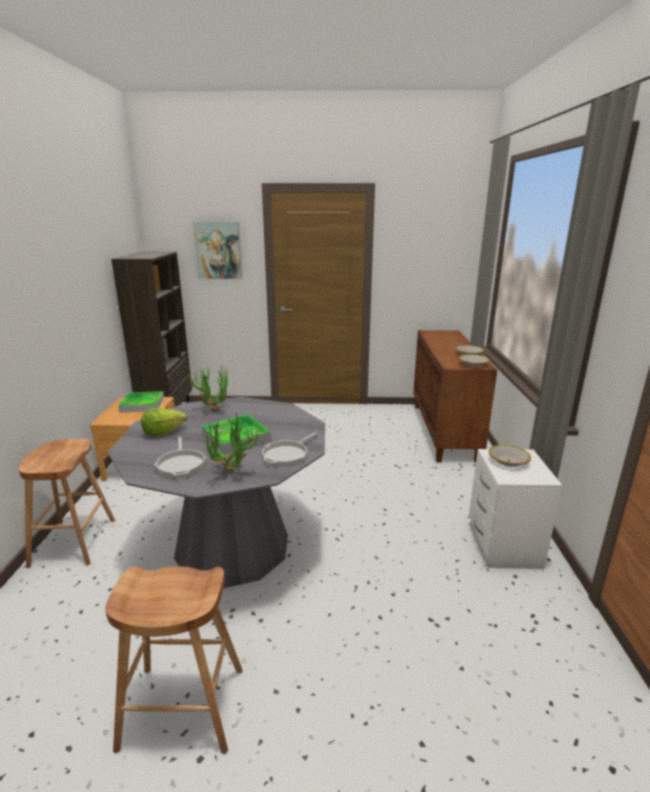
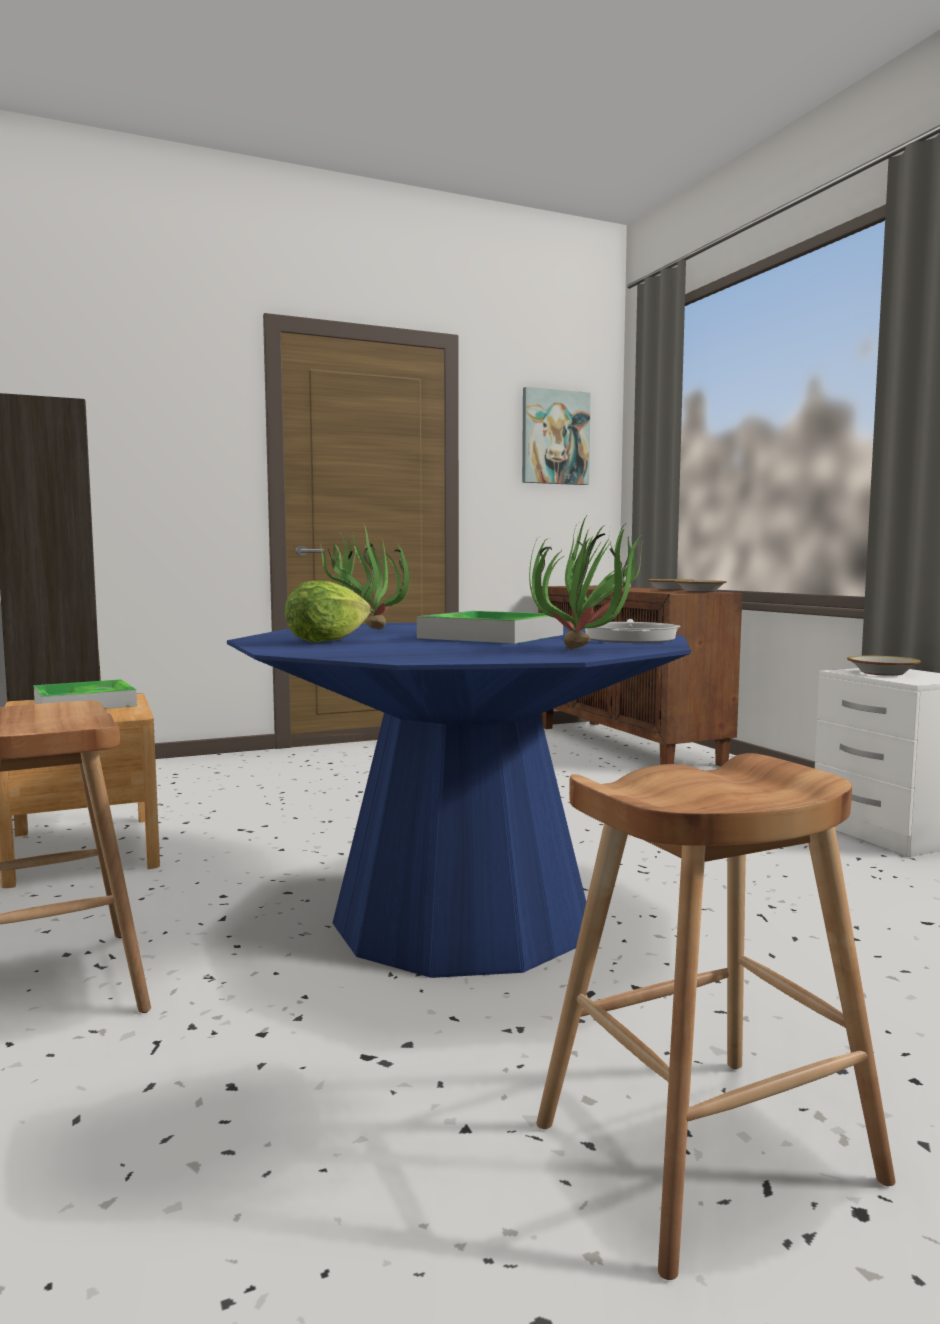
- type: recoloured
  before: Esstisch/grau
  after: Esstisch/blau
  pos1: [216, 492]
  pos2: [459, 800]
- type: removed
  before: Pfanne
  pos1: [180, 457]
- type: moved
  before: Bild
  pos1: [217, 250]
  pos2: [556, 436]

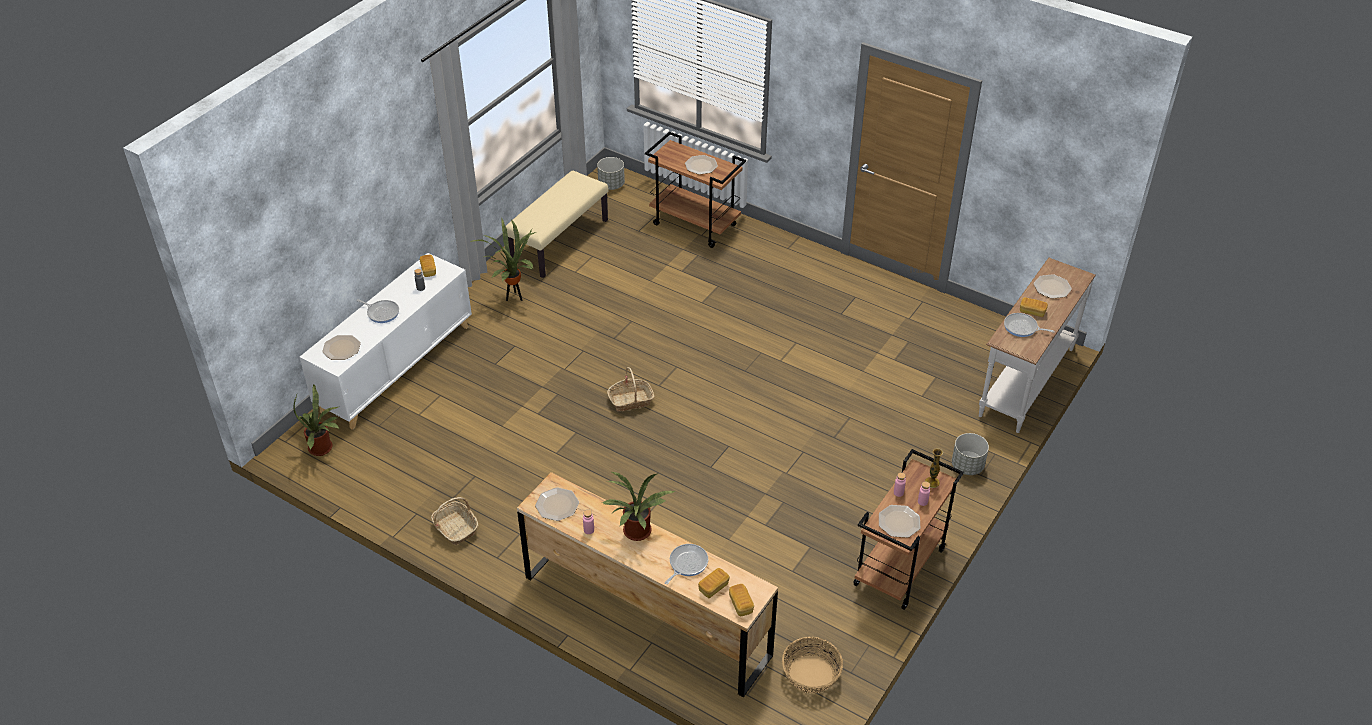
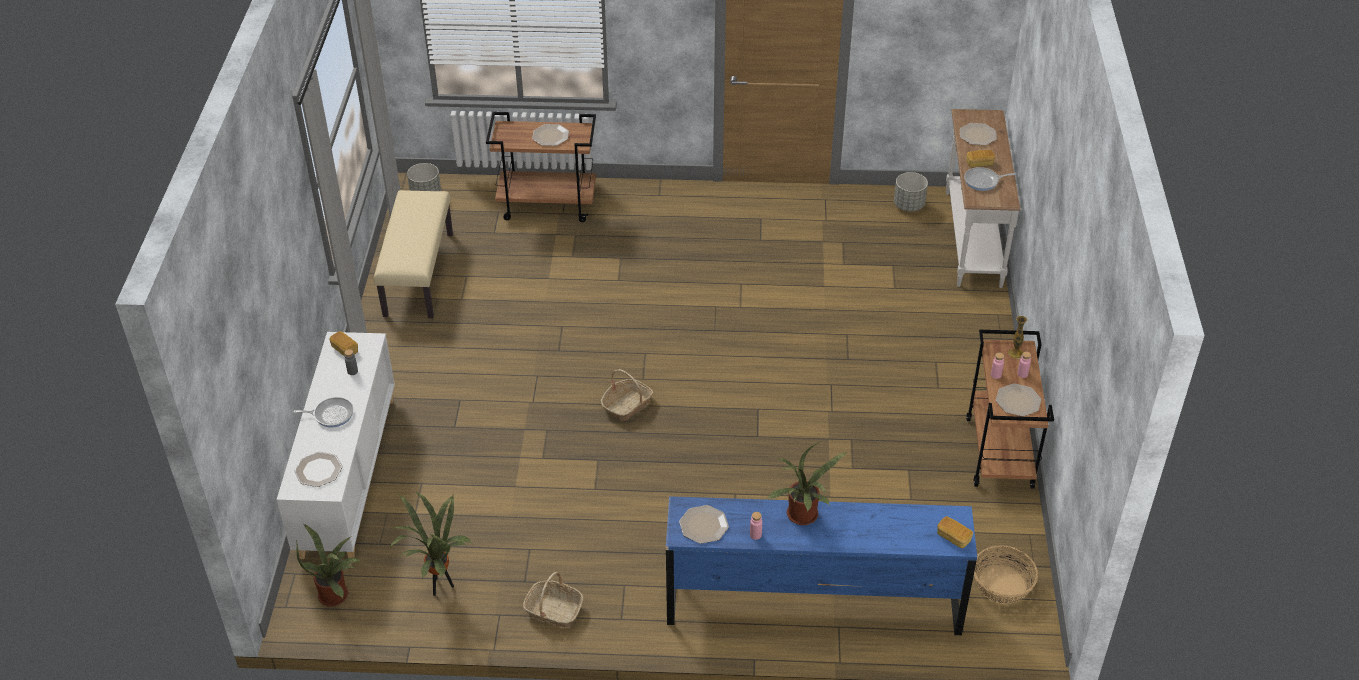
- type: moved
  before: Topfpflanze
  pos1: [503, 259]
  pos2: [431, 543]
- type: recoloured
  before: Kommode/braun
  after: Kommode/blau
  pos1: [647, 584]
  pos2: [821, 565]
- type: removed
  before: Pfanne
  pos1: [686, 564]
- type: removed
  before: Brot
  pos1: [714, 583]
- type: moved
  before: Pflanzkübel/grau
  pos1: [970, 454]
  pos2: [911, 191]

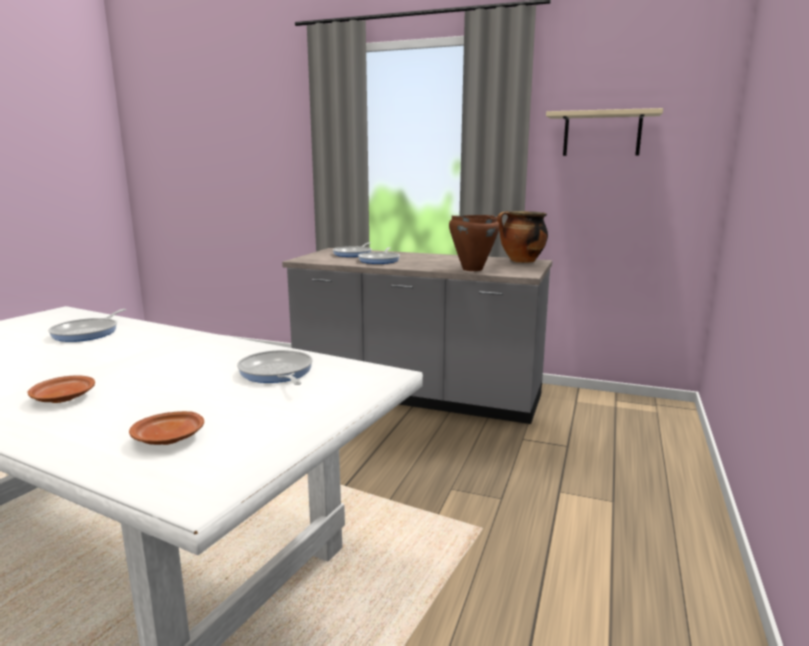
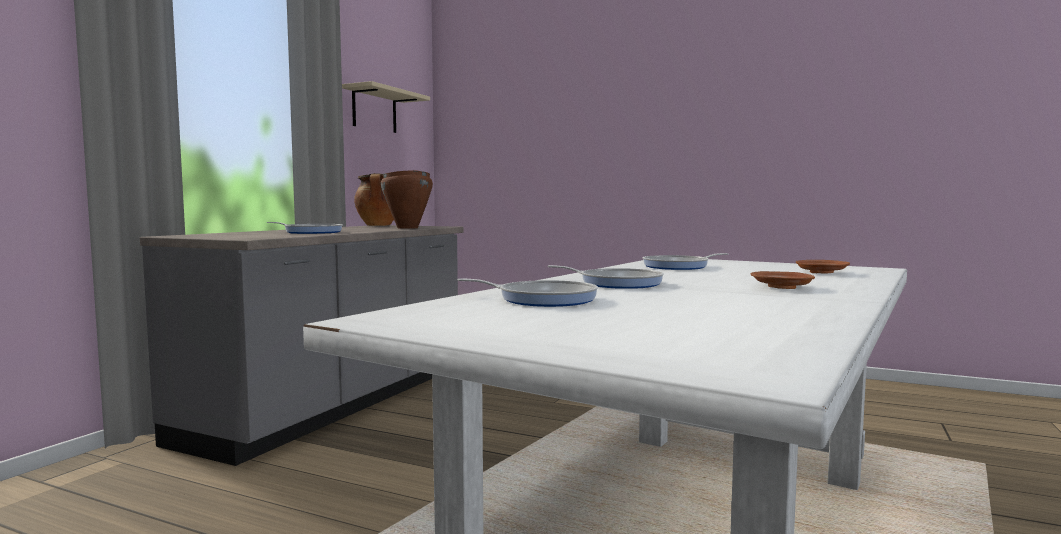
- type: moved
  before: Pfanne
  pos1: [352, 250]
  pos2: [606, 277]

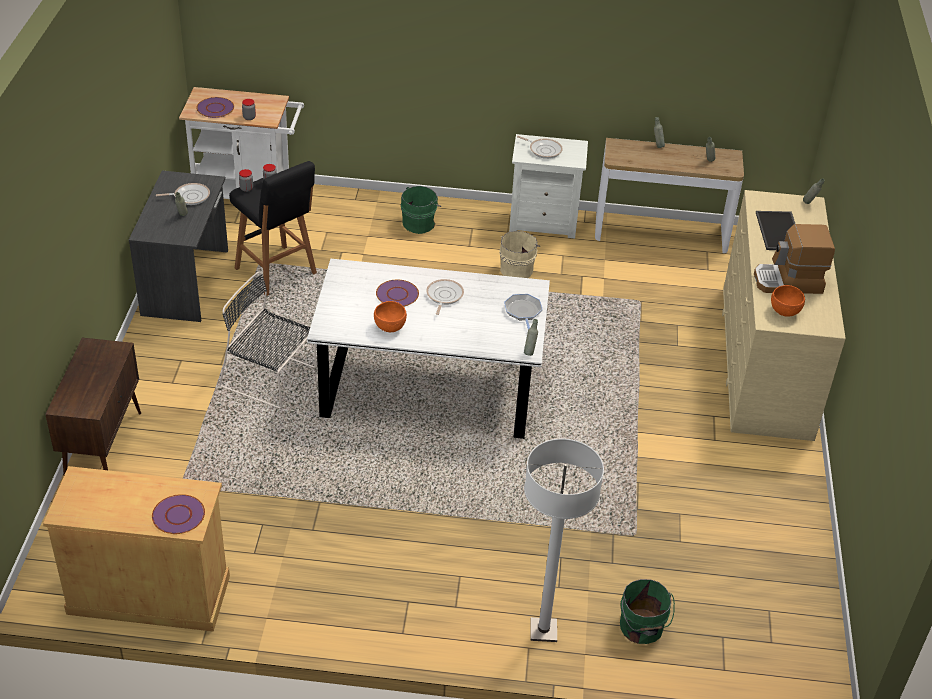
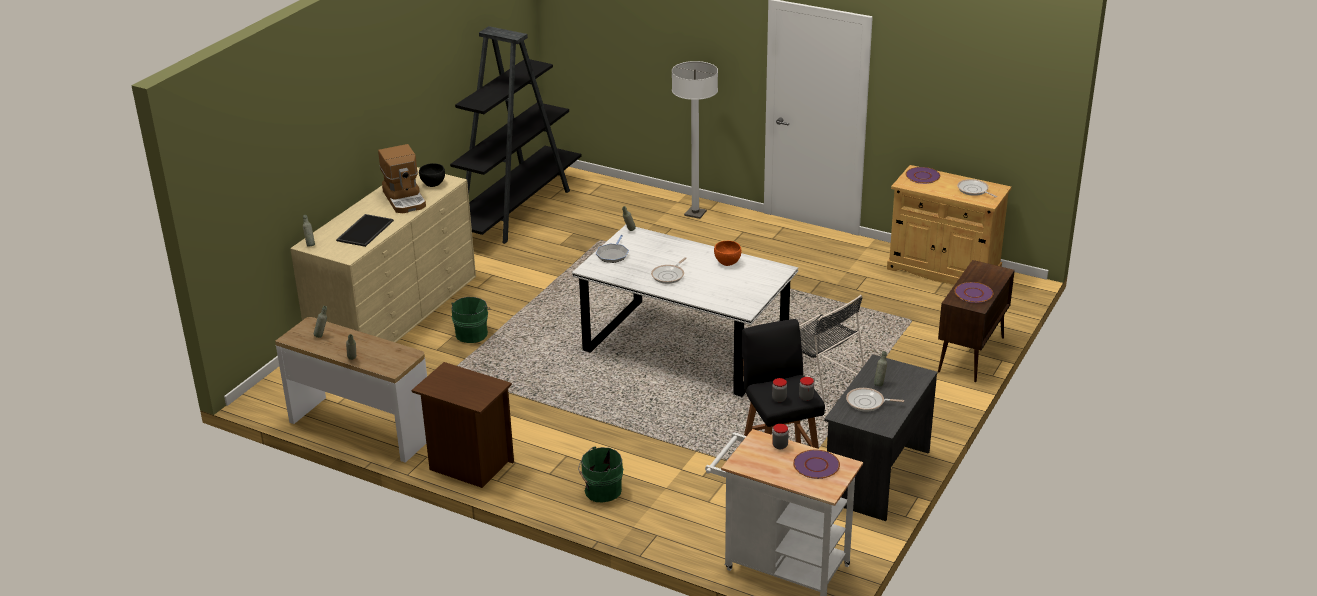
- type: moved
  before: Teller/lila
  pos1: [397, 293]
  pos2: [974, 292]
- type: removed
  before: Eimer/beige
  pos1: [520, 254]
- type: recoloured
  before: Nachttisch/weiß
  after: Nachttisch/braun
  pos1: [548, 186]
  pos2: [463, 425]
- type: moved
  before: Pfanne
  pos1: [540, 147]
  pos2: [977, 188]
- type: moved
  before: Eimer/grün
  pos1: [647, 611]
  pos2: [470, 320]
- type: turned
  before: Kaffeemaschine
  pos1: [794, 259]
  pos2: [402, 178]
  turn: 45
- type: recoloured
  before: Schüssel/orange
  after: Schüssel/schwarz
  pos1: [788, 301]
  pos2: [432, 175]
- type: added
  after: Bücherregal/schwarz
  pos2: [515, 135]

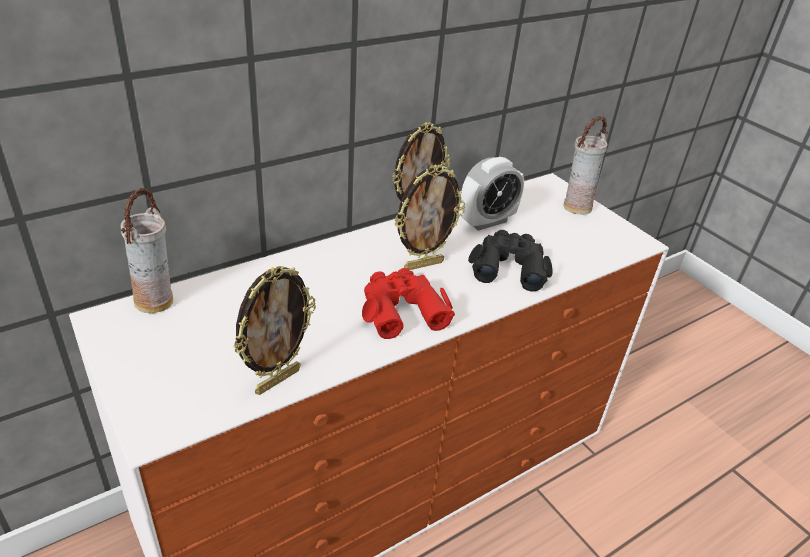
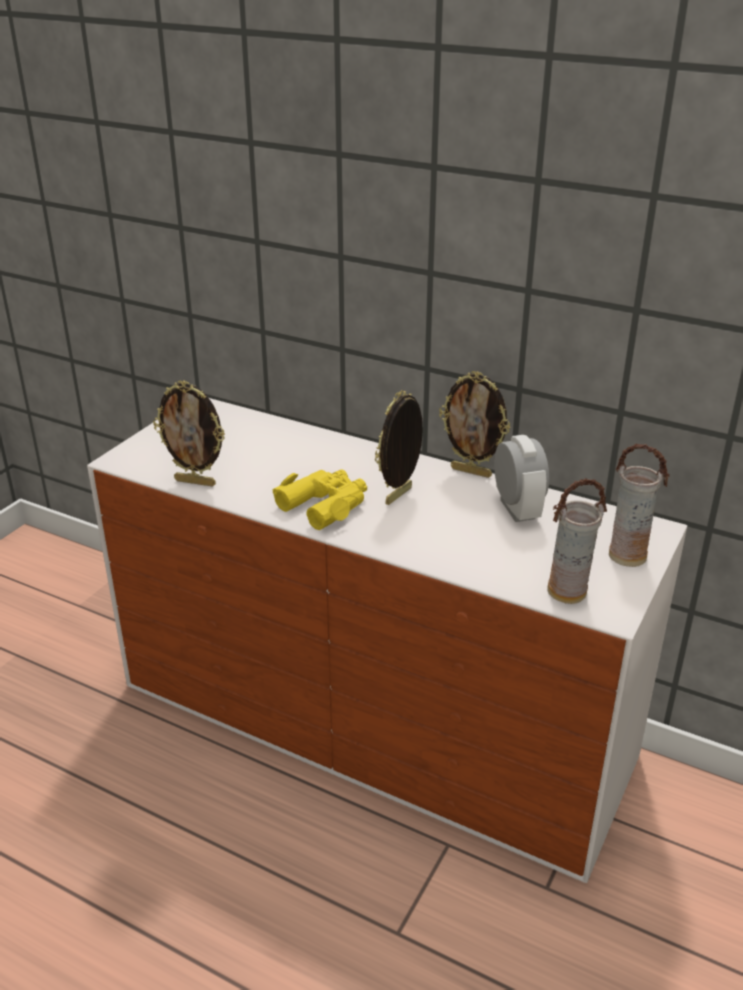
- type: moved
  before: Vase
  pos1: [147, 250]
  pos2: [577, 541]
- type: recoloured
  before: Fernglas/rot
  after: Fernglas/gelb
  pos1: [408, 303]
  pos2: [319, 499]
- type: turned
  before: Bilderrahmen
  pos1: [429, 217]
  pos2: [399, 447]
  turn: 90
- type: turned
  before: Wecker
  pos1: [492, 194]
  pos2: [521, 478]
  turn: -135
- type: removed
  before: Fernglas/schwarz
  pos1: [510, 260]

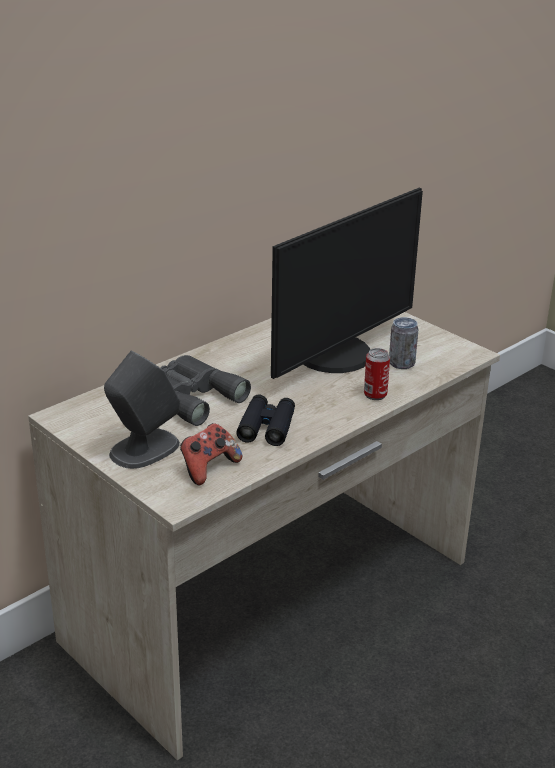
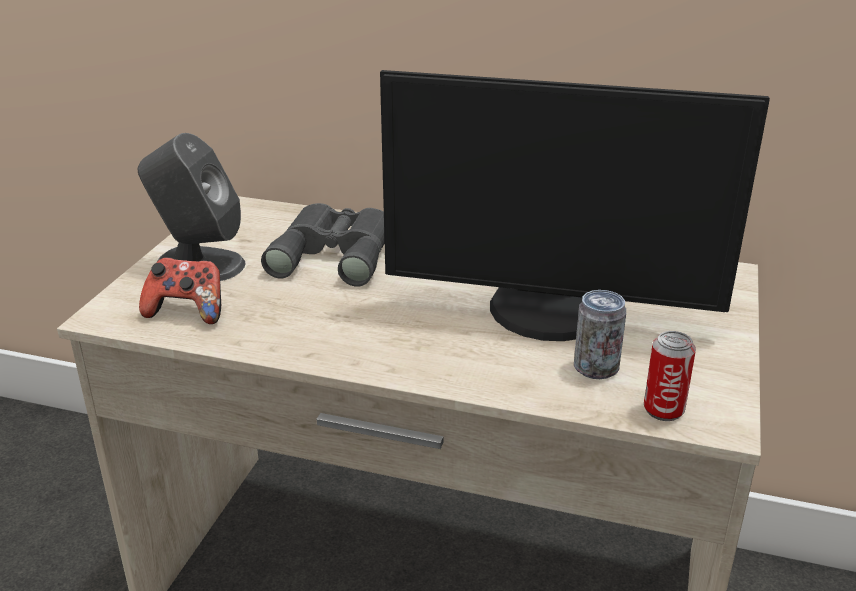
- type: removed
  before: Fernglas/schwarz
  pos1: [265, 420]
- type: moved
  before: Dose
  pos1: [377, 374]
  pos2: [670, 376]

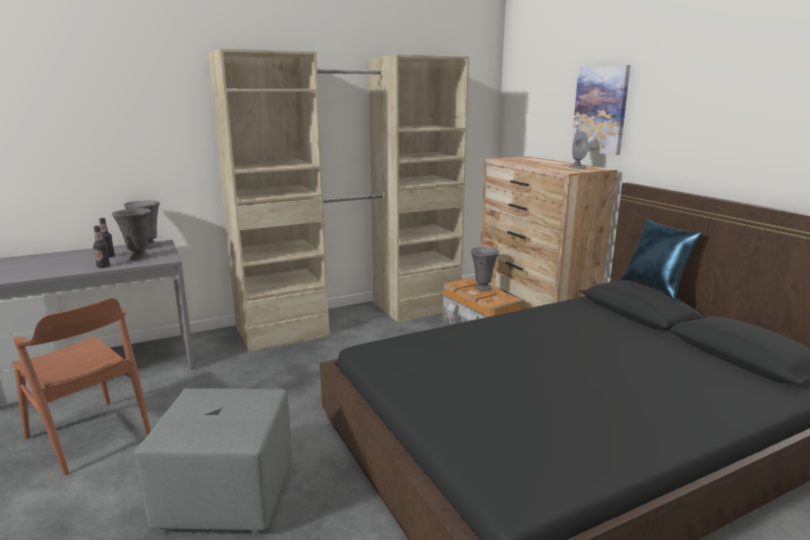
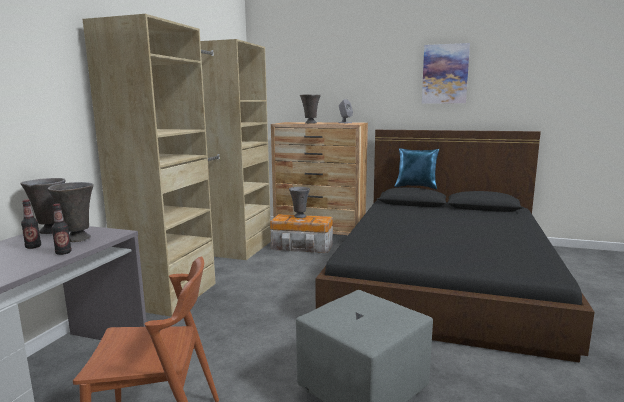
- type: moved
  before: Bild
  pos1: [600, 110]
  pos2: [446, 73]
- type: added
  after: Vase/grau
  pos2: [310, 109]

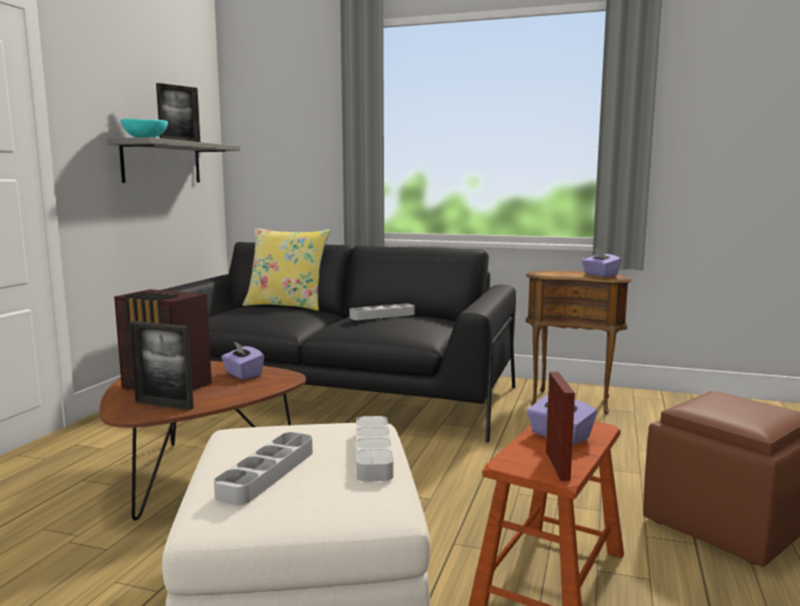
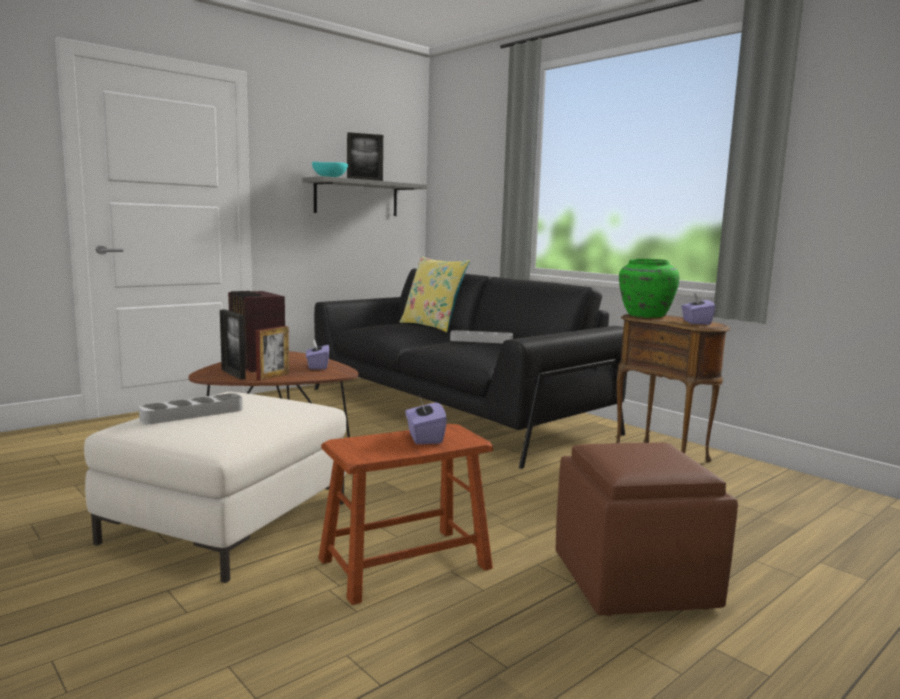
- type: removed
  before: Tablett/grau
  pos1: [374, 449]
- type: moved
  before: Bilderrahmen
  pos1: [560, 426]
  pos2: [272, 353]
- type: added
  after: Vase/grün
  pos2: [649, 288]

